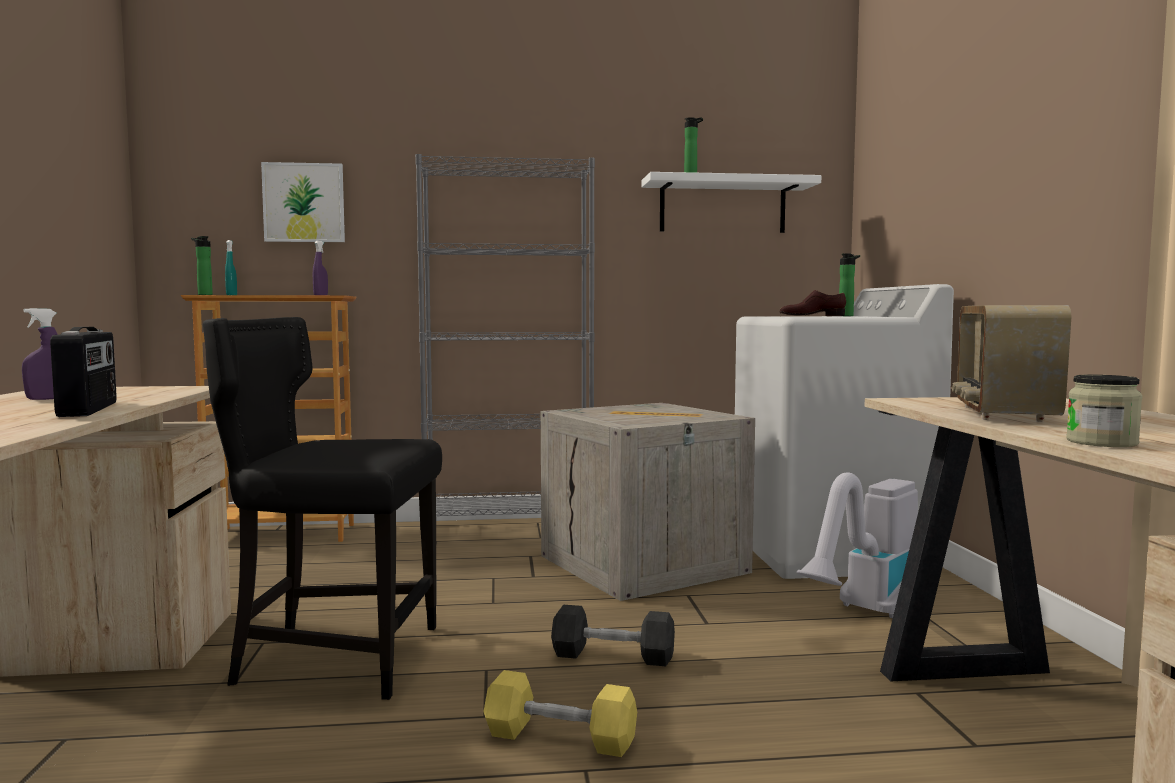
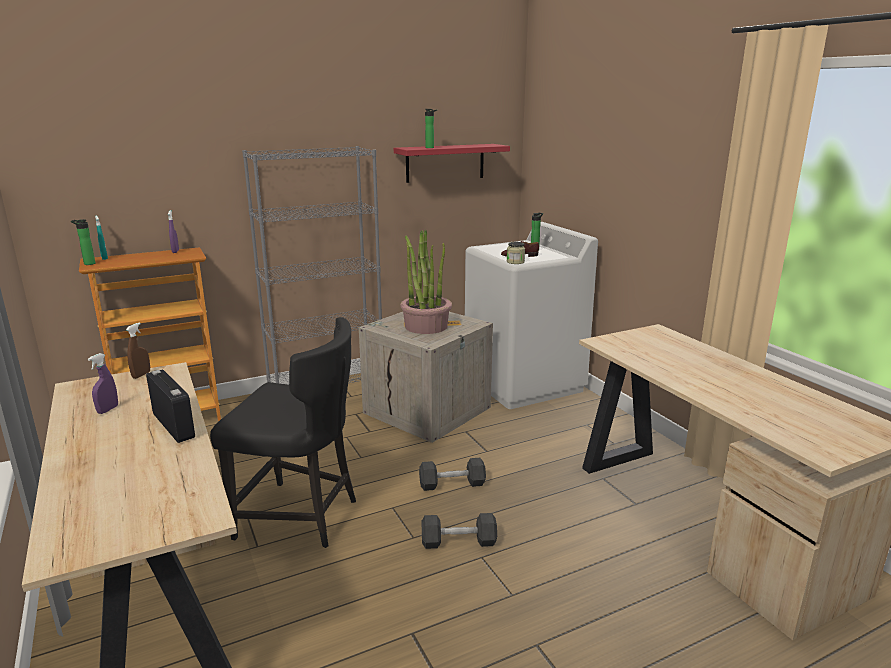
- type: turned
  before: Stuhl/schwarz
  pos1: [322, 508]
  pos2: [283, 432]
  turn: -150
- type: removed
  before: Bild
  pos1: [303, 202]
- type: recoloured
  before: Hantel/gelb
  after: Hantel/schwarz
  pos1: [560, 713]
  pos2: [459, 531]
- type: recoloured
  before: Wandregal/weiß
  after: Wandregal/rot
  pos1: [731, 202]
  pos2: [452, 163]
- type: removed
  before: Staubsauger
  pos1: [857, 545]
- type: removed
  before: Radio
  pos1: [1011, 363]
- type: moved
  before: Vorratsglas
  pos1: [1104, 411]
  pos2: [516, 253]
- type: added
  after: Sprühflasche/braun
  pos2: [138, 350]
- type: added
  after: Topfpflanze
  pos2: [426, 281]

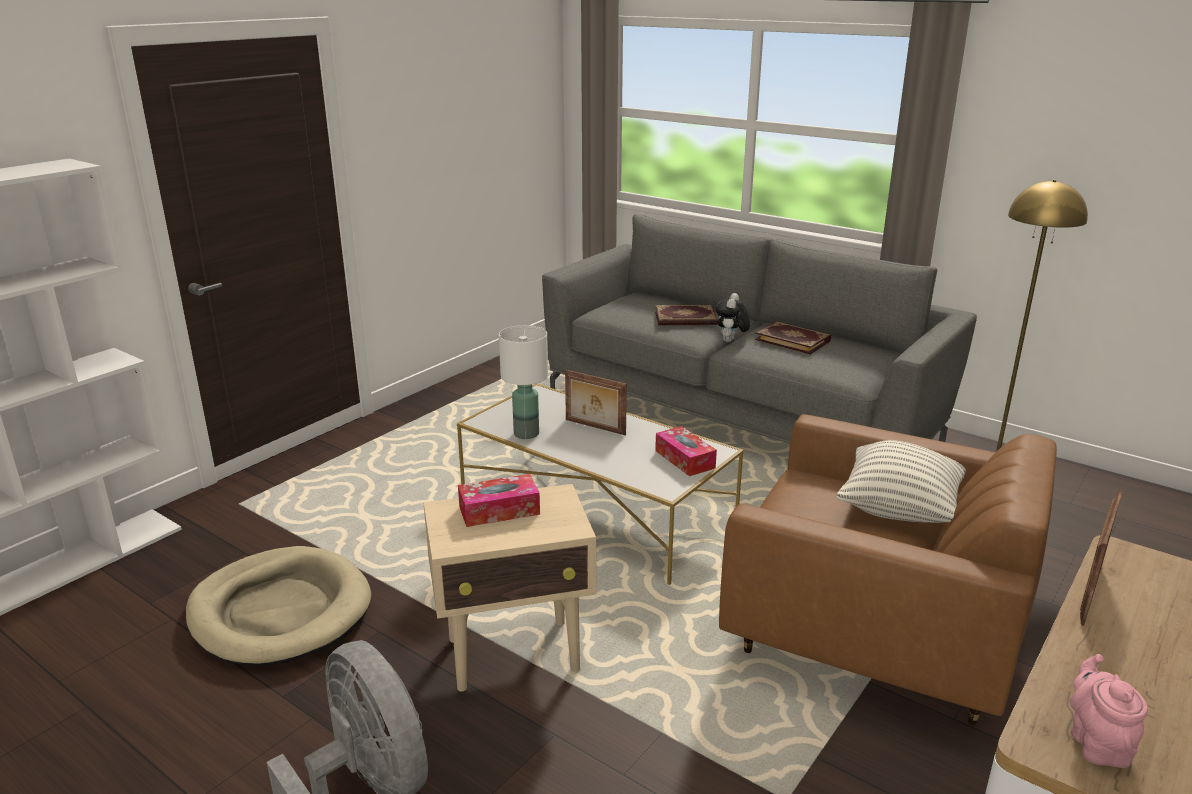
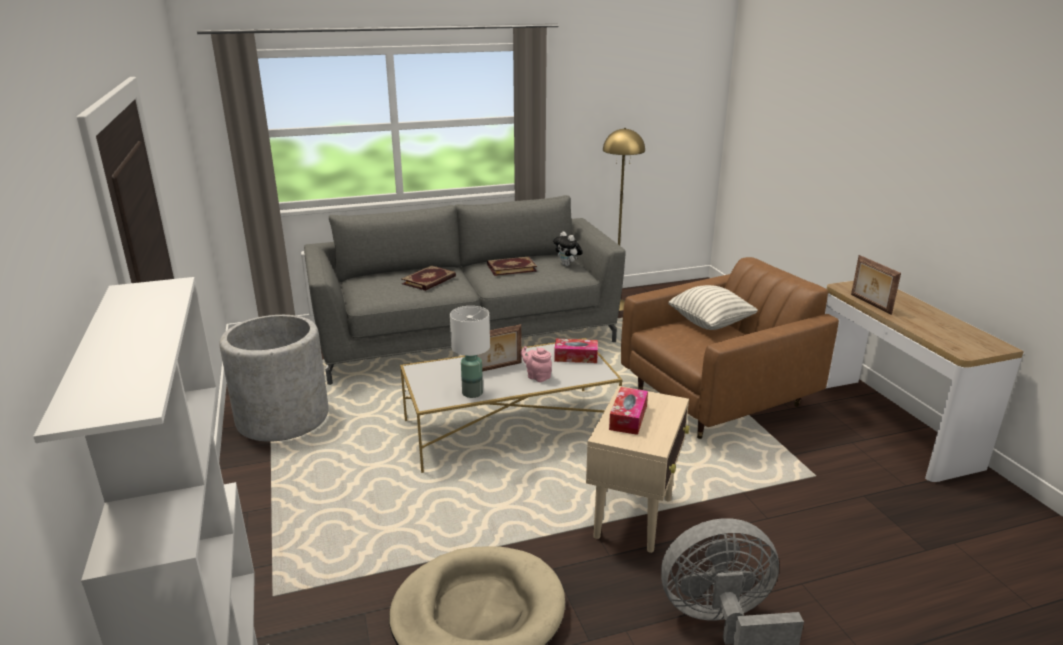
- type: moved
  before: Plüschtier
  pos1: [732, 317]
  pos2: [568, 248]
- type: moved
  before: Teekanne/rosa
  pos1: [1109, 711]
  pos2: [536, 364]
- type: added
  after: Pflanzkübel/grau
  pos2: [274, 378]

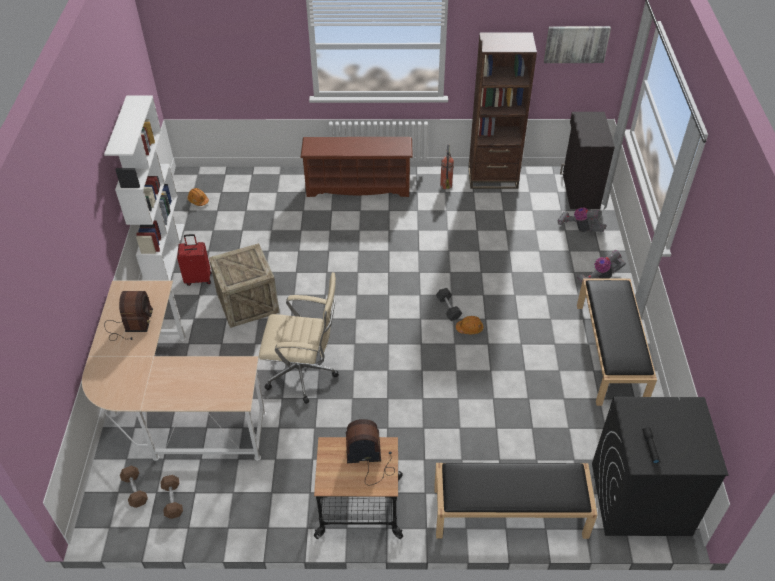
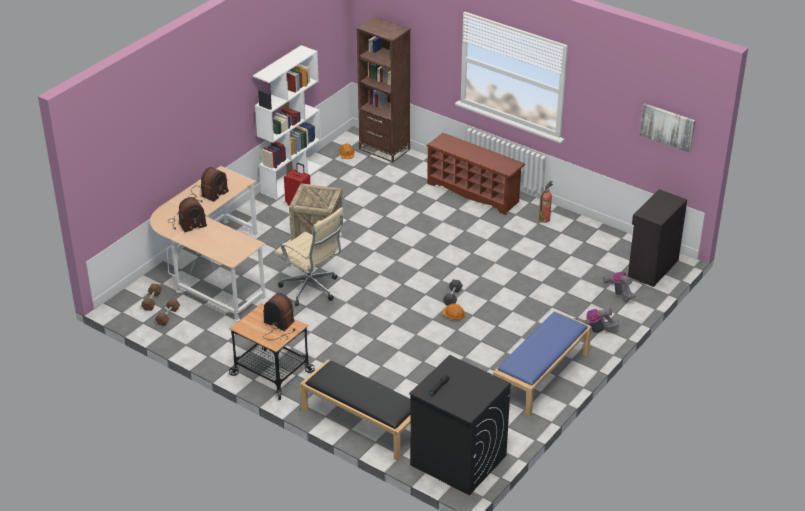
- type: moved
  before: Bücherregal/braun
  pos1: [502, 110]
  pos2: [384, 89]
- type: recoloured
  before: Bank/schwarz
  after: Bank/blau
  pos1: [617, 342]
  pos2: [542, 364]
- type: added
  after: Radio
  pos2: [188, 214]

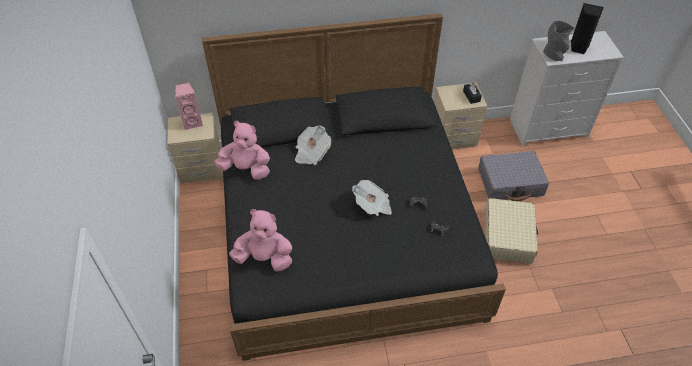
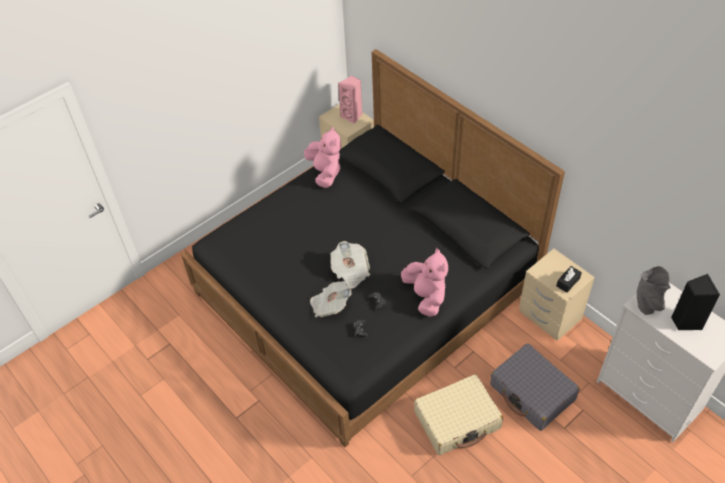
- type: moved
  before: Plüschtier/rosa
  pos1: [260, 240]
  pos2: [424, 282]
- type: moved
  before: Zeitung
  pos1: [313, 145]
  pos2: [331, 299]

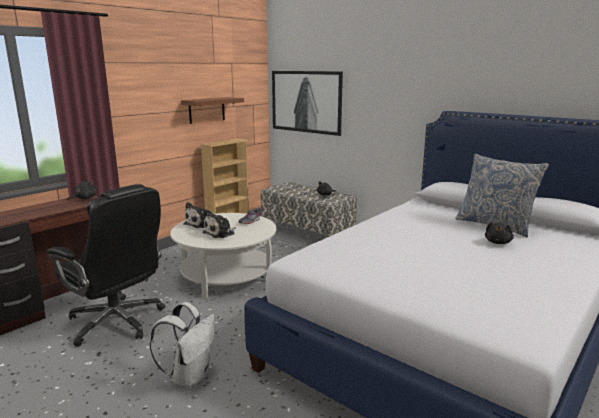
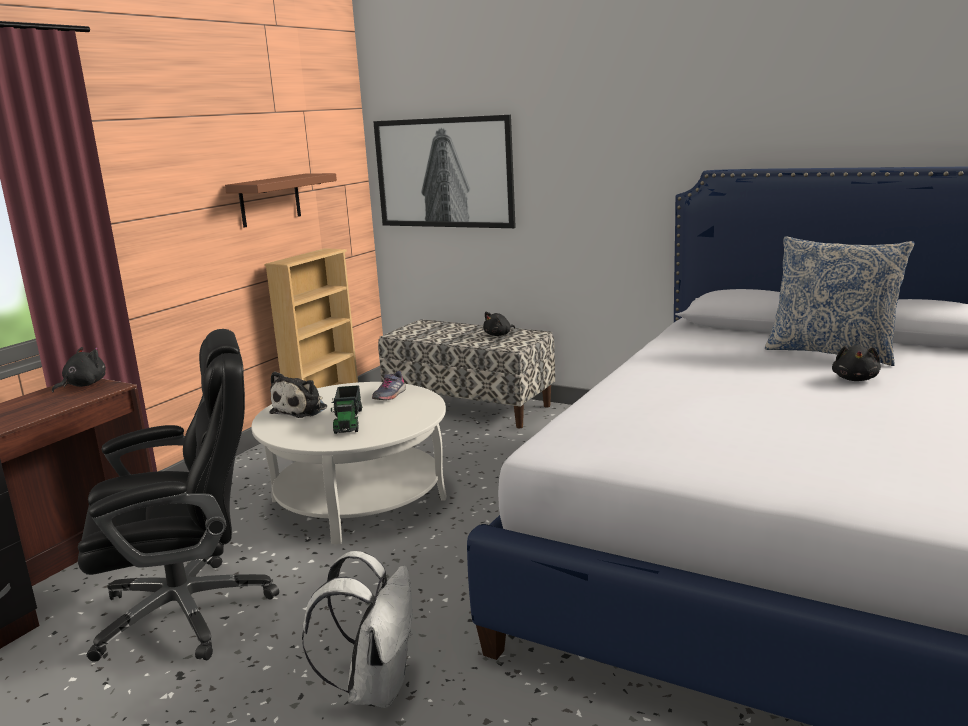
- type: turned
  before: Bürostuhl/schwarz
  pos1: [106, 265]
  pos2: [178, 495]
  turn: -45
- type: replaced
  before: Plüschtier
  after: Spielzeuglaster
  pos1: [219, 224]
  pos2: [346, 409]

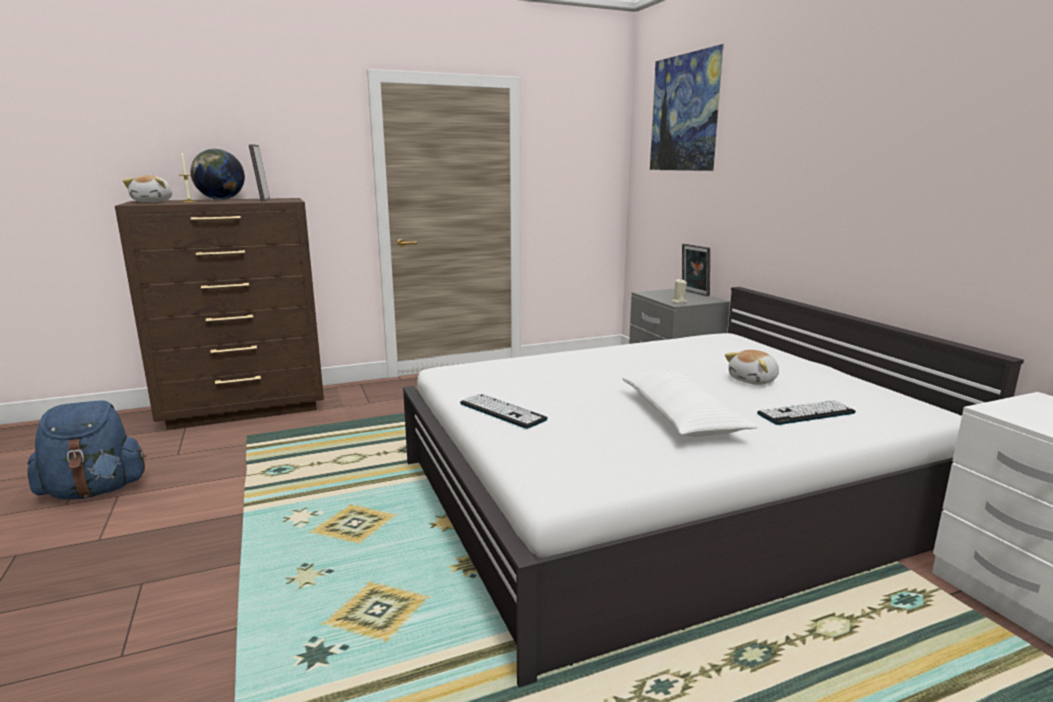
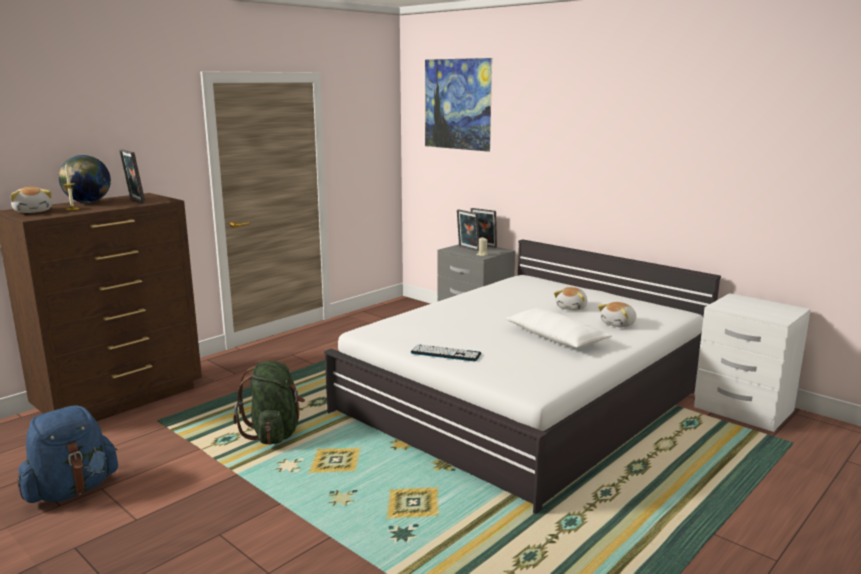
- type: replaced
  before: Tastatur
  after: Plüschtier
  pos1: [806, 412]
  pos2: [617, 314]
- type: added
  after: Rucksack/grün
  pos2: [269, 403]
- type: added
  after: Bilderrahmen
  pos2: [468, 230]

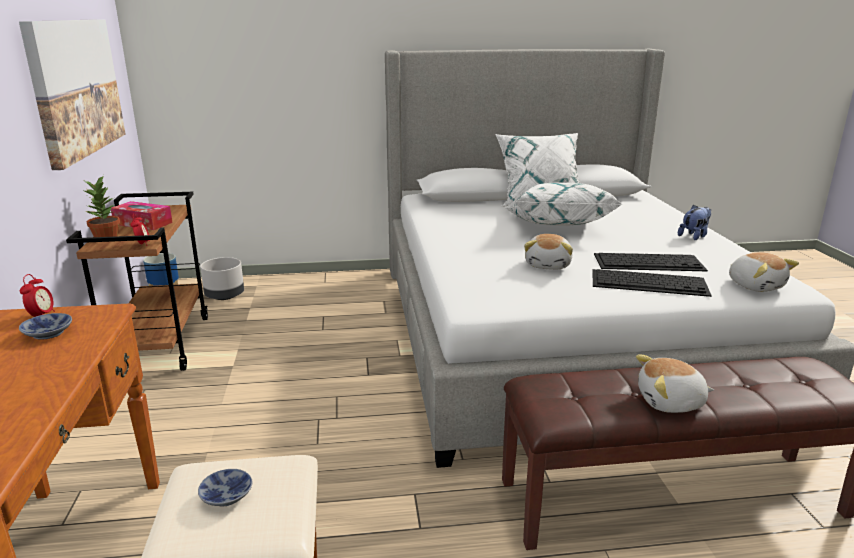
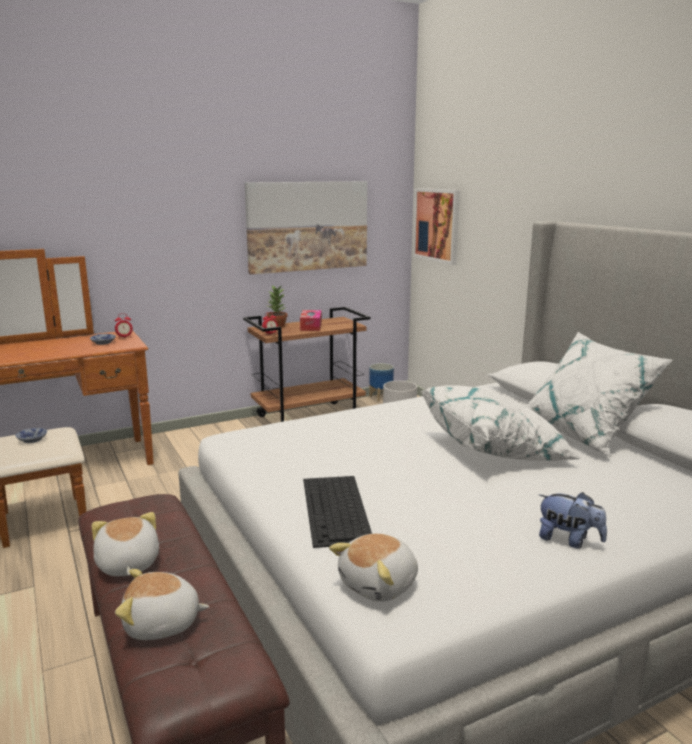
- type: moved
  before: Plüschtier
  pos1: [548, 252]
  pos2: [162, 604]
- type: removed
  before: Tastatur
  pos1: [651, 262]
- type: added
  after: Bild
  pos2: [436, 226]

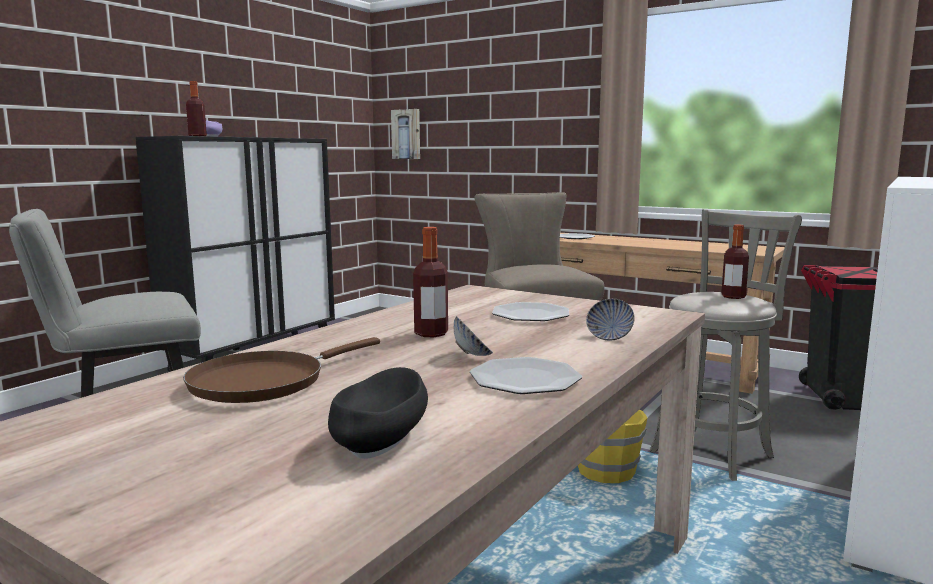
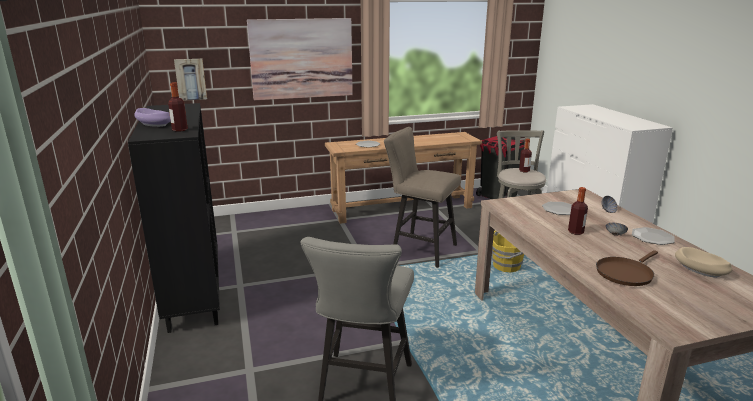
- type: turned
  before: Pfanne/braun
  pos1: [281, 370]
  pos2: [627, 268]
  turn: 60
- type: recoloured
  before: Schüssel/schwarz
  after: Schüssel/beige
  pos1: [378, 413]
  pos2: [703, 262]
- type: added
  after: Bild
  pos2: [300, 59]

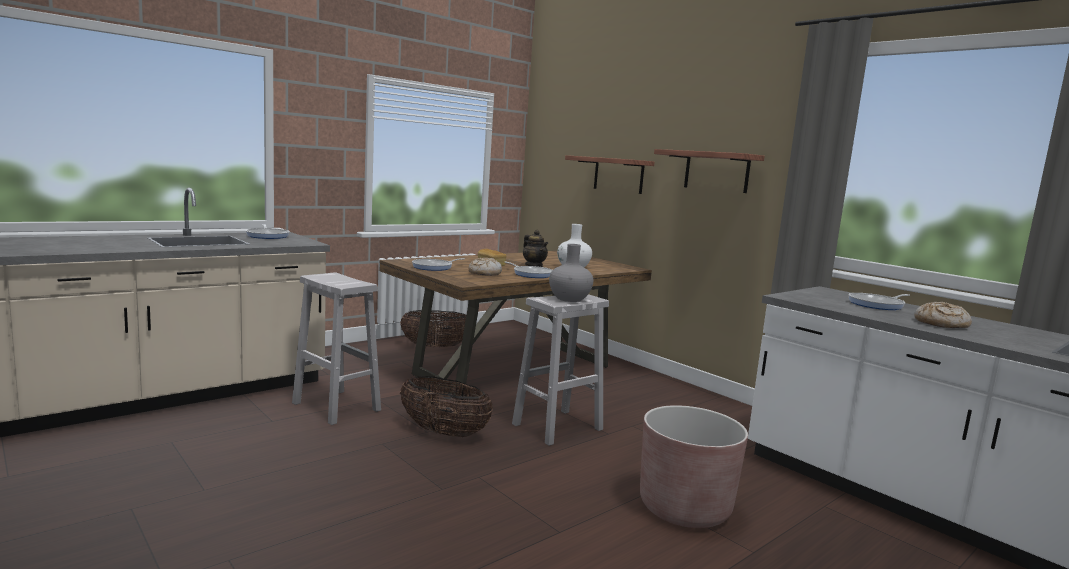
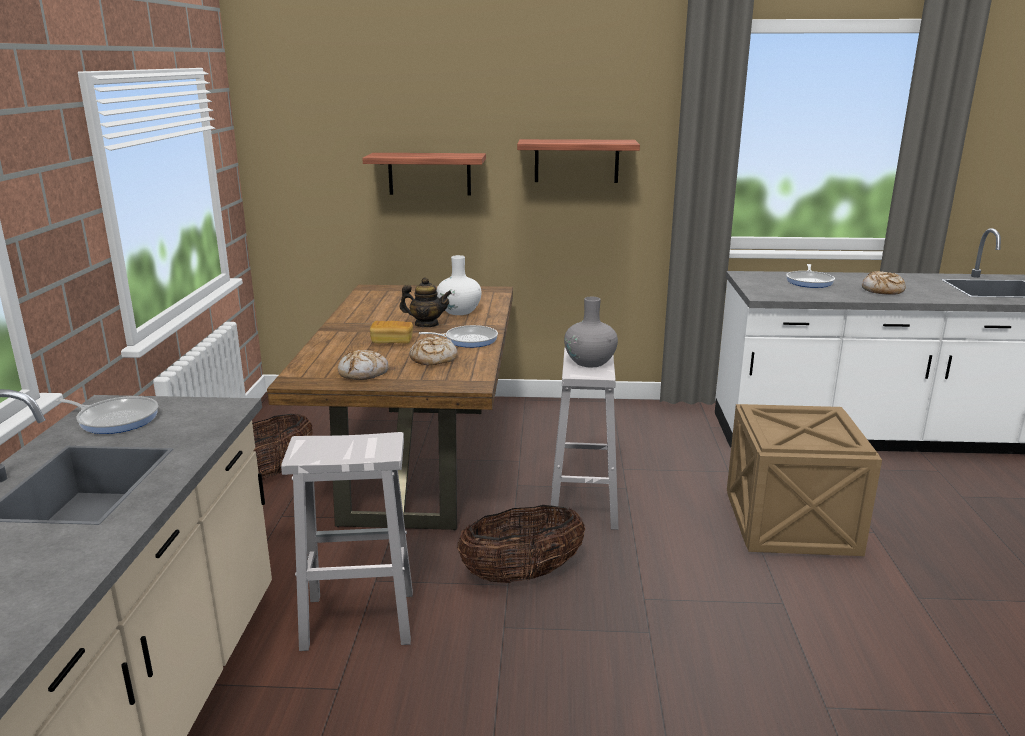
- type: replaced
  before: Pfanne
  after: Brot
  pos1: [438, 264]
  pos2: [363, 365]
- type: replaced
  before: Pflanzkübel/braun
  after: Kiste
  pos1: [694, 466]
  pos2: [804, 480]

